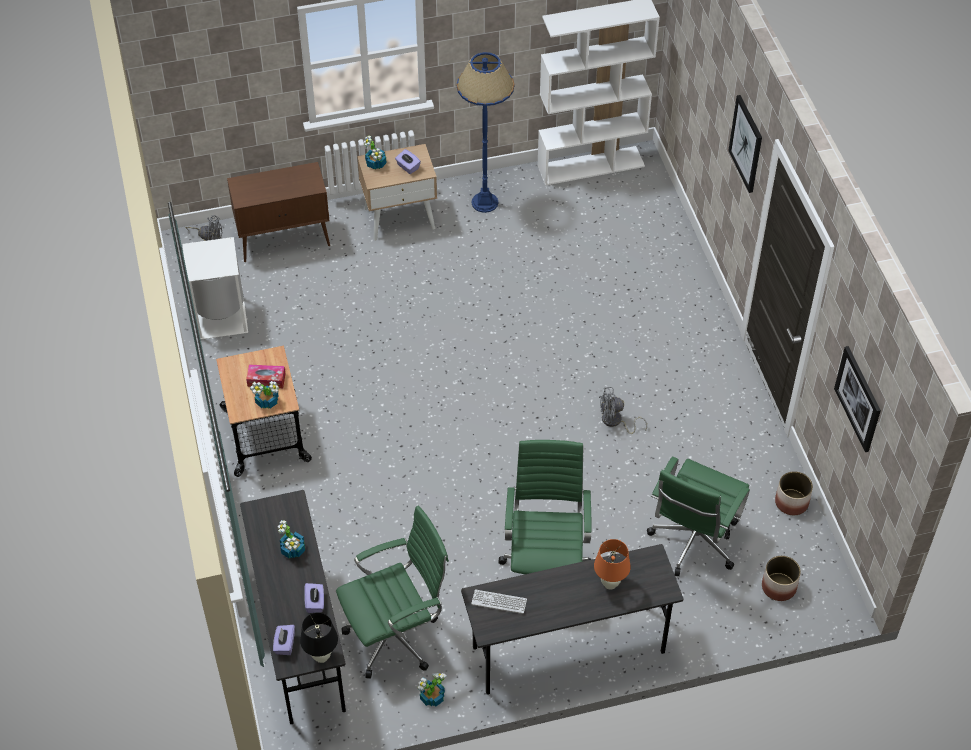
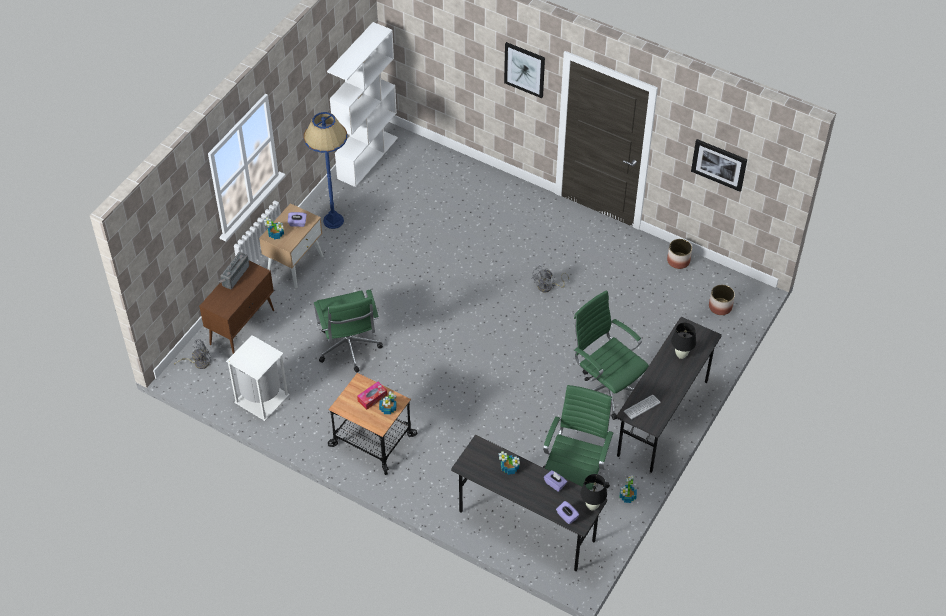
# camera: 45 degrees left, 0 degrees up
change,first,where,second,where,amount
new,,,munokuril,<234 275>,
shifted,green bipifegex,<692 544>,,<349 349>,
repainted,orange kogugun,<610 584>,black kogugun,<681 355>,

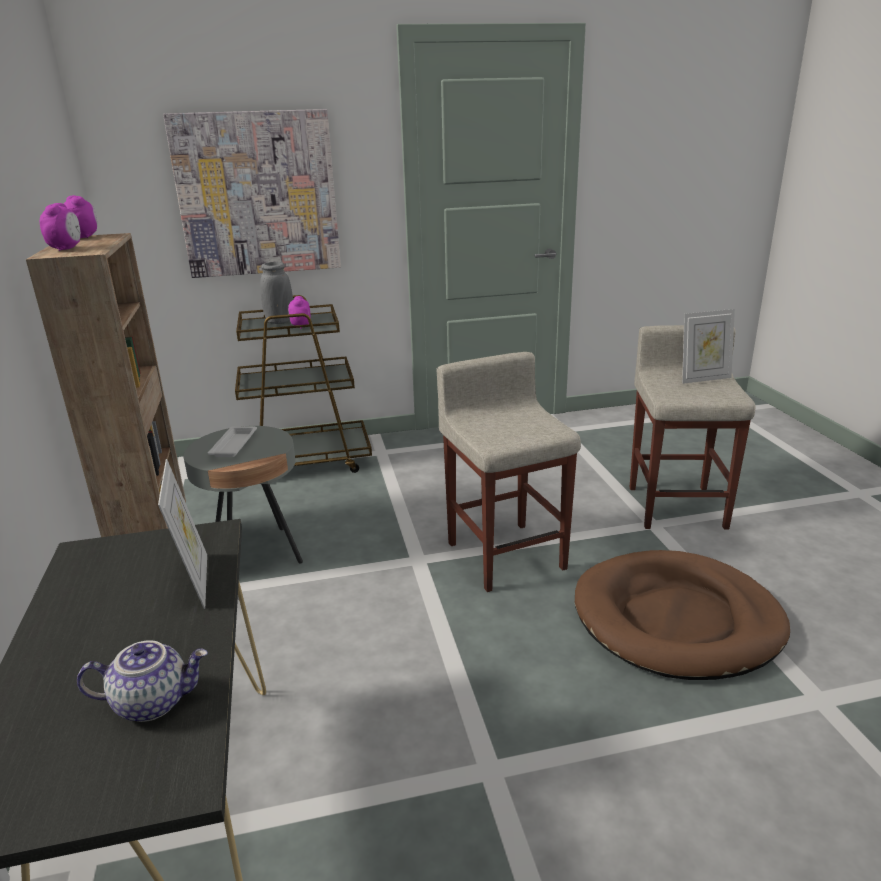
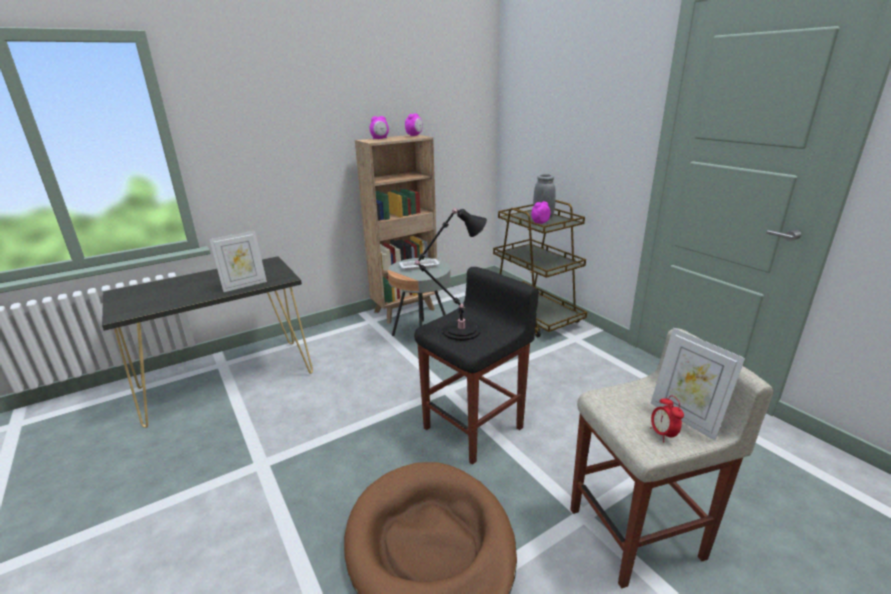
# camera: 70 degrees right, 0 degrees up
change,first,where,second,where,amount
repainted,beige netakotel,<505 554>,black netakotel,<474 427>,
new,,,black kogugun,<458 331>,
new,,,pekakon,<663 434>,
gone,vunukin,<153 701>,,,
gone,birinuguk,<257 194>,,,

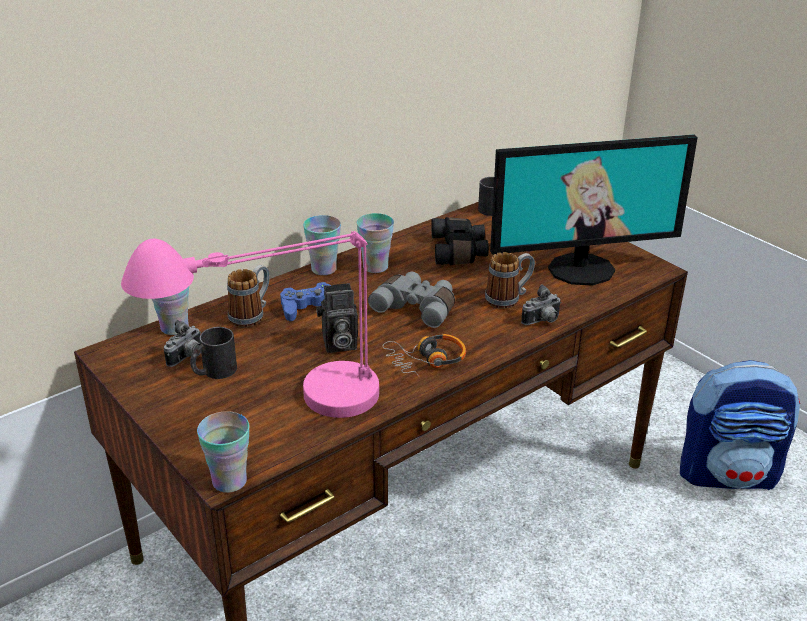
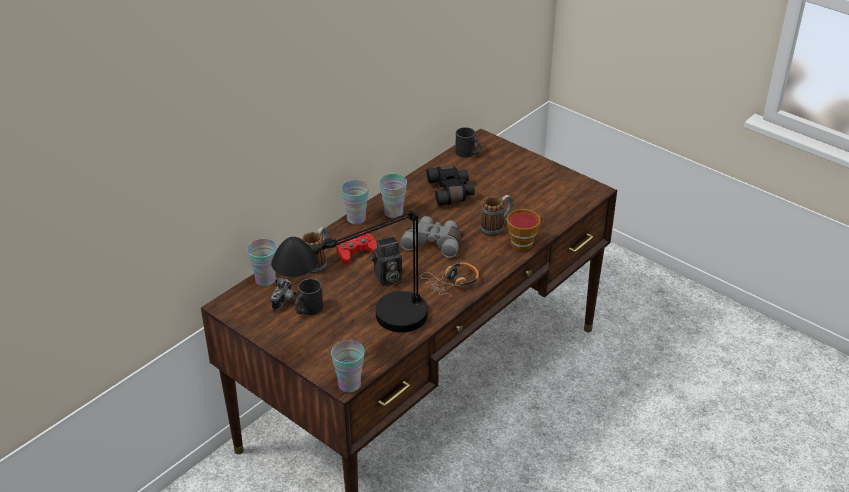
# camera: 10 degrees left, 5 degrees up
change,first,where,second,where,amount
repainted,pink kogugun,<275 409>,black kogugun,<361 332>,
repainted,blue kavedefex,<308 308>,red kavedefex,<356 252>,
swapped,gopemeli,<542 321>,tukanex,<524 243>,
gone,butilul,<581 268>,,,
gone,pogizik,<728 474>,,,

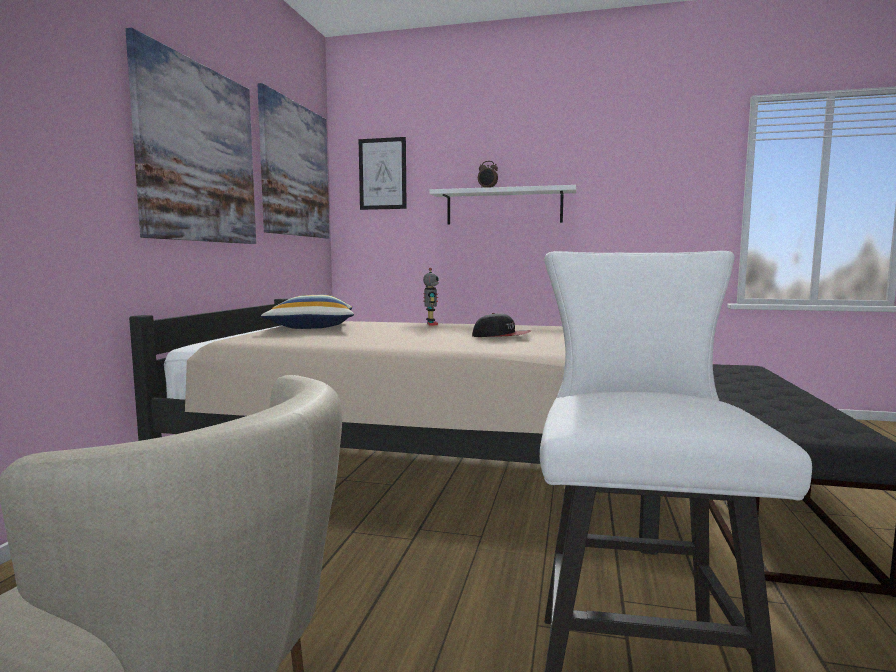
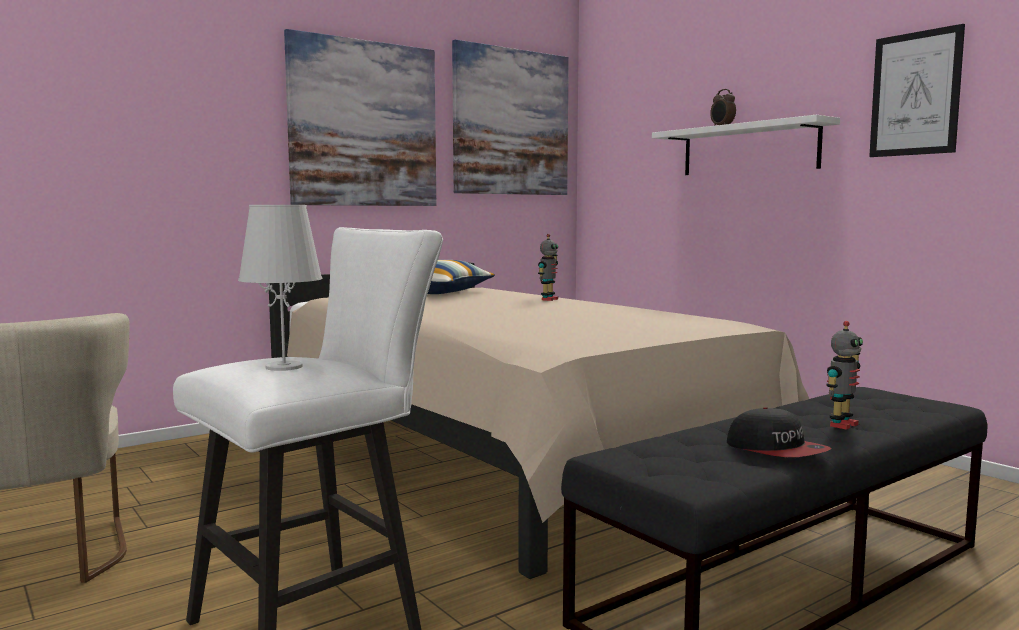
# camera: 40 degrees right, 0 degrees up
change,first,where,second,where,amount
new,,,white kogugun,<284 367>,
shifted,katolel,<501 336>,,<777 450>,
new,,,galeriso,<841 425>,
shifted,birinuguk,<382 174>,,<915 94>,

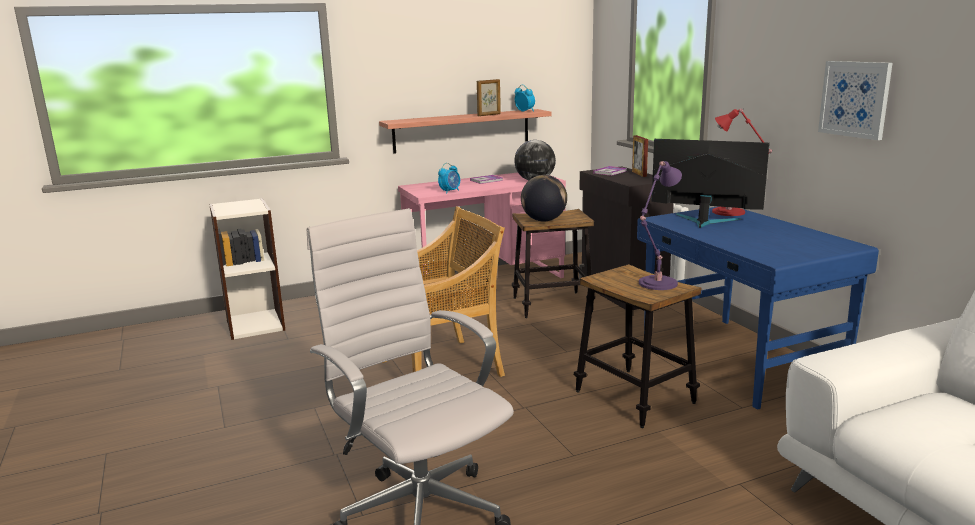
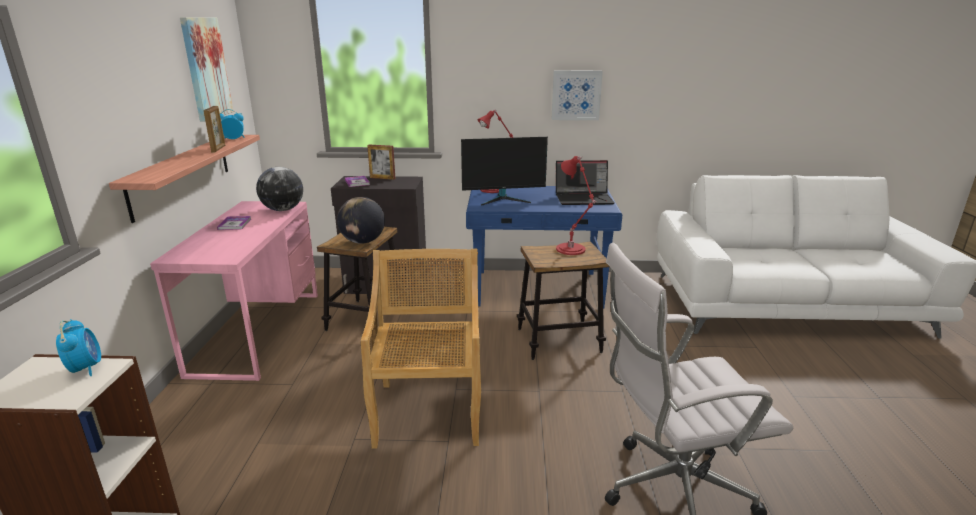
# camera: 65 degrees left, 5 degrees up
change,first,where,second,where,amount
shifted,pekakon,<450 191>,,<86 368>,
new,,,birinuguk,<206 68>,
rotated,butilul,<703 221>,,<503 199>,150 degrees counterclockwise
repainted,purple kogugun,<656 284>,red kogugun,<572 250>,
new,,,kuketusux,<584 198>,

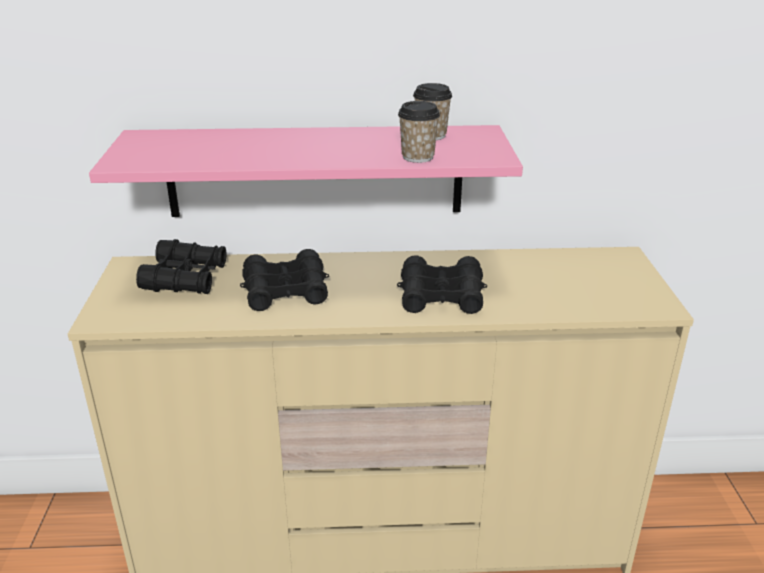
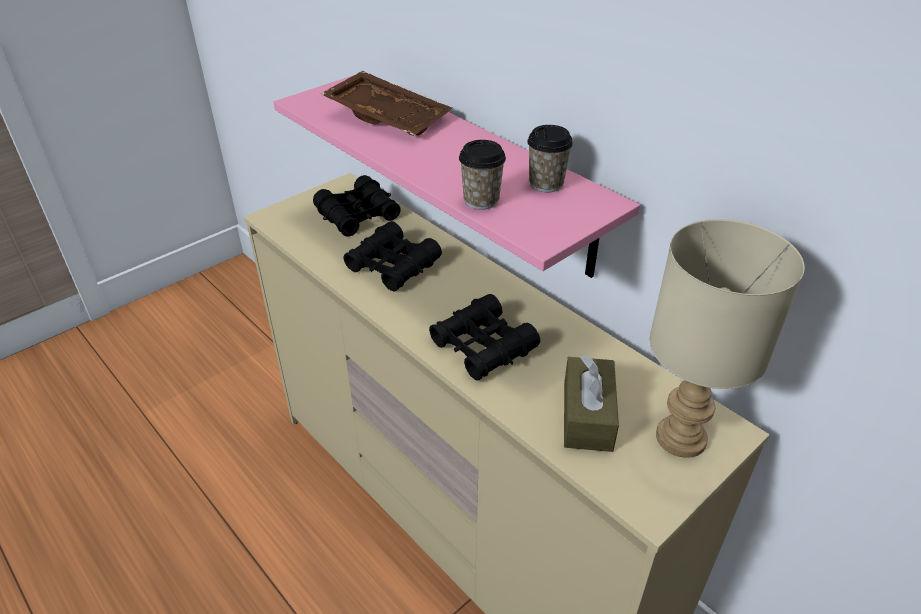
# camera: 50 degrees right, 10 degrees up
change,first,where,second,where,amount
new,,,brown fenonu,<389 117>,
new,,,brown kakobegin,<587 415>,
new,,,beige kogugun,<683 438>,

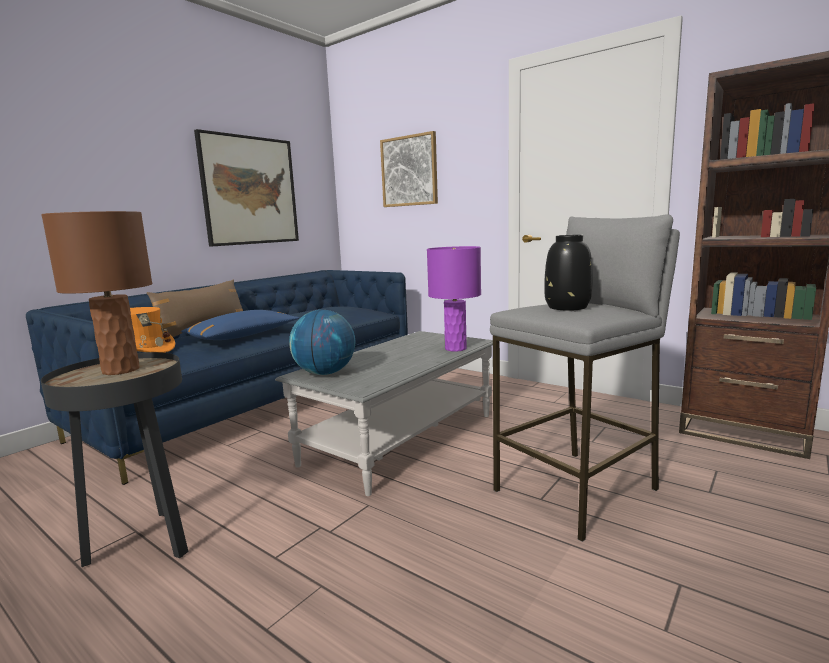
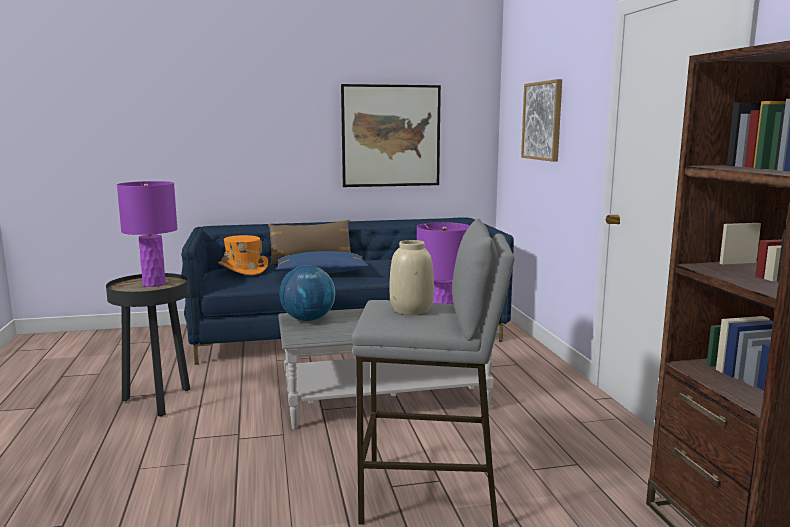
# camera: 40 degrees right, 0 degrees up
change,first,where,second,where,amount
repainted,brown kogugun,<121 370>,purple kogugun,<154 284>,
repainted,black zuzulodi,<568 307>,beige zuzulodi,<412 310>,

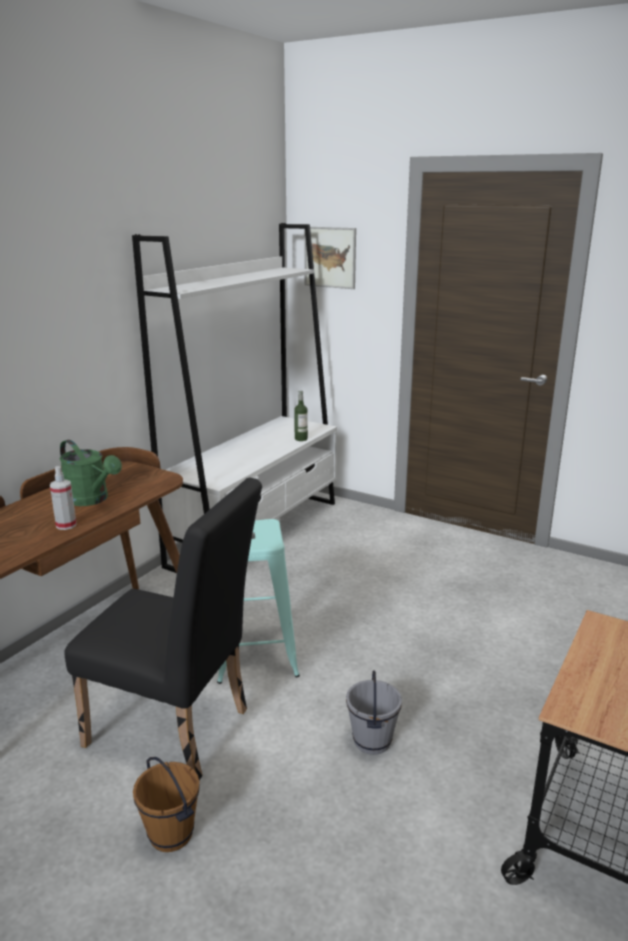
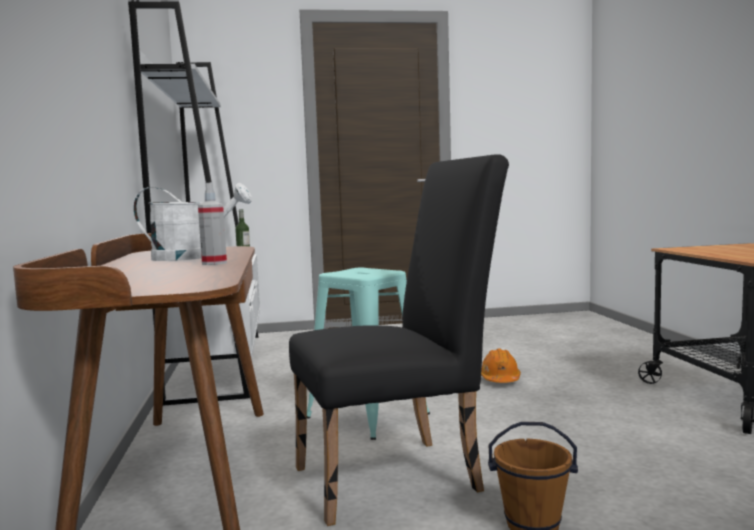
# camera: 40 degrees left, 15 degrees down
change,first,where,second,where,amount
repainted,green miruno,<92 500>,white miruno,<191 257>,
new,,,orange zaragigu,<500 379>,
gone,birinuguk,<330 257>,,,
gone,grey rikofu,<371 741>,,,

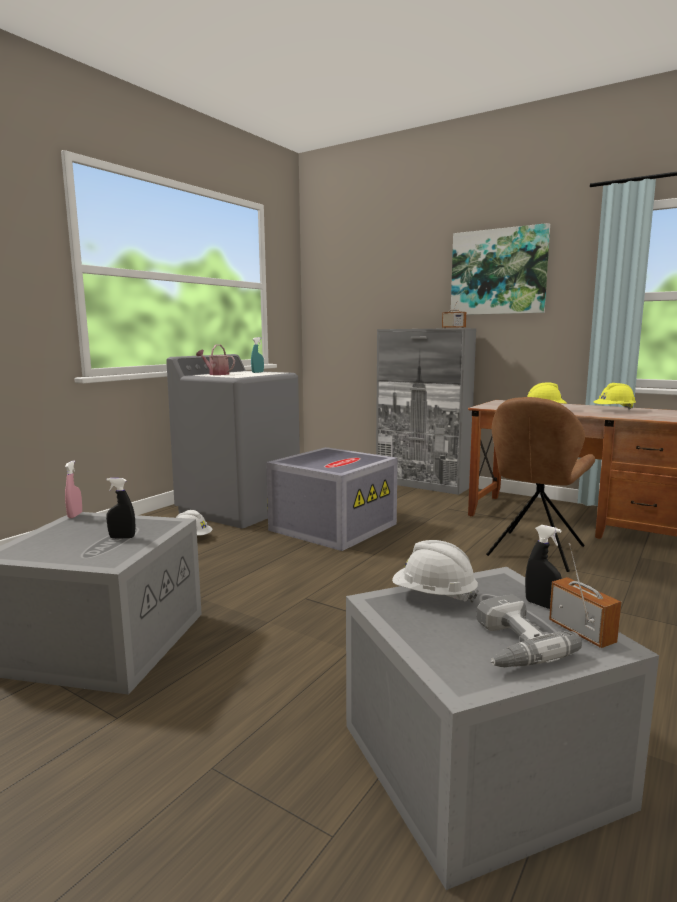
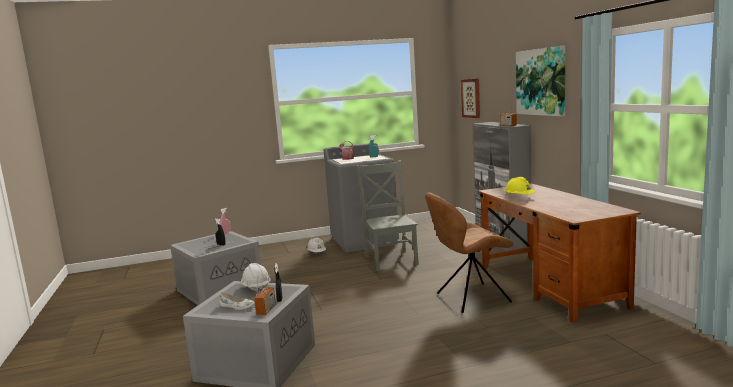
# camera: 40 degrees right, 0 degrees up
change,first,where,second,where,amount
swapped,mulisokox,<509 644>,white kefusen,<237 306>,
swapped,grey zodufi,<333 526>,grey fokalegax,<391 260>,
new,,,birinuguk,<471 98>,
gone,yellow zaragigu,<614 410>,,,

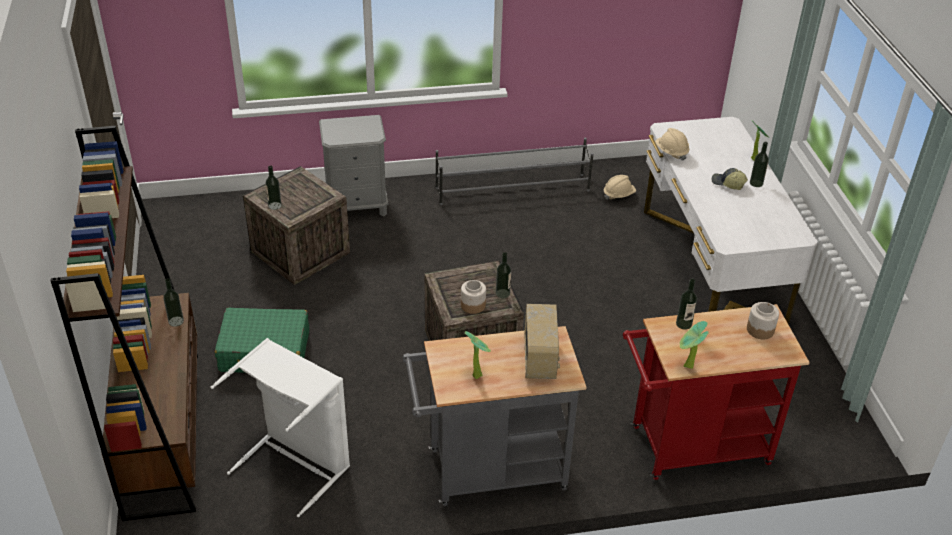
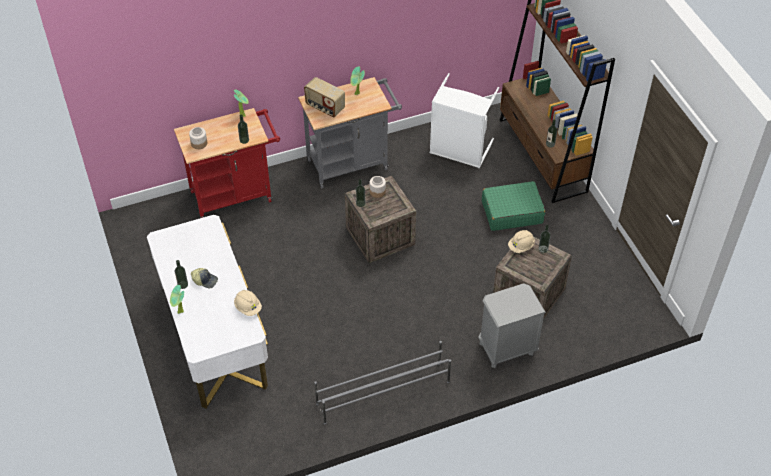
# camera: 170 degrees right, 10 degrees up
change,first,where,second,where,amount
rotated,munokuril,<540 359>,,<325 107>,45 degrees counterclockwise
shifted,beige zaragigu,<618 195>,,<521 246>,

